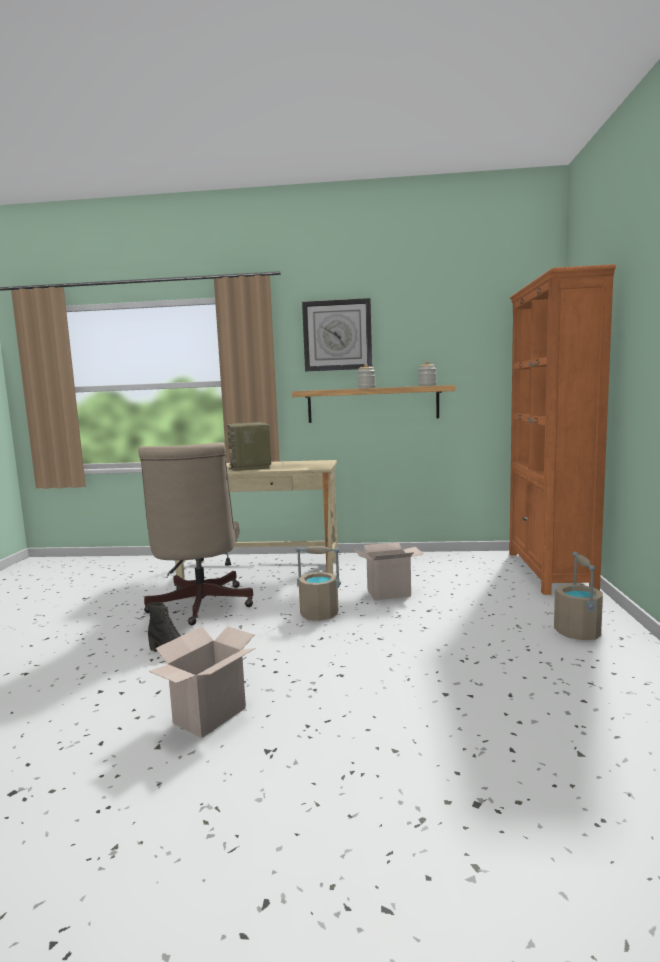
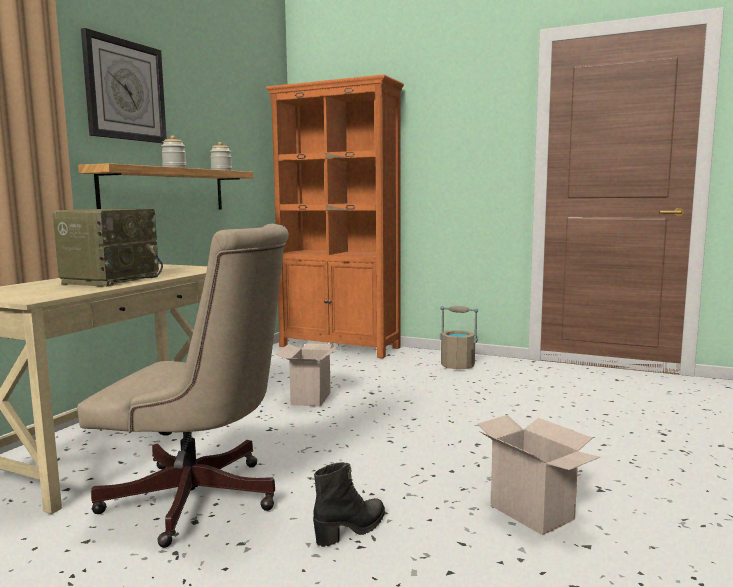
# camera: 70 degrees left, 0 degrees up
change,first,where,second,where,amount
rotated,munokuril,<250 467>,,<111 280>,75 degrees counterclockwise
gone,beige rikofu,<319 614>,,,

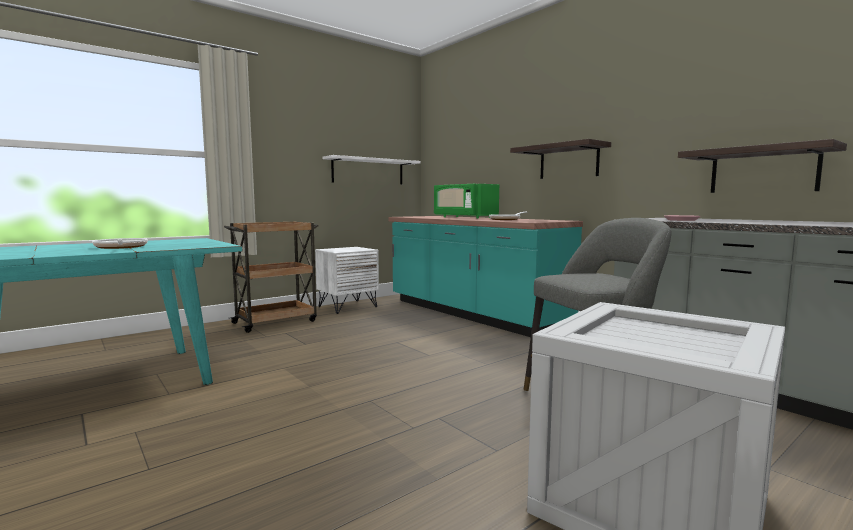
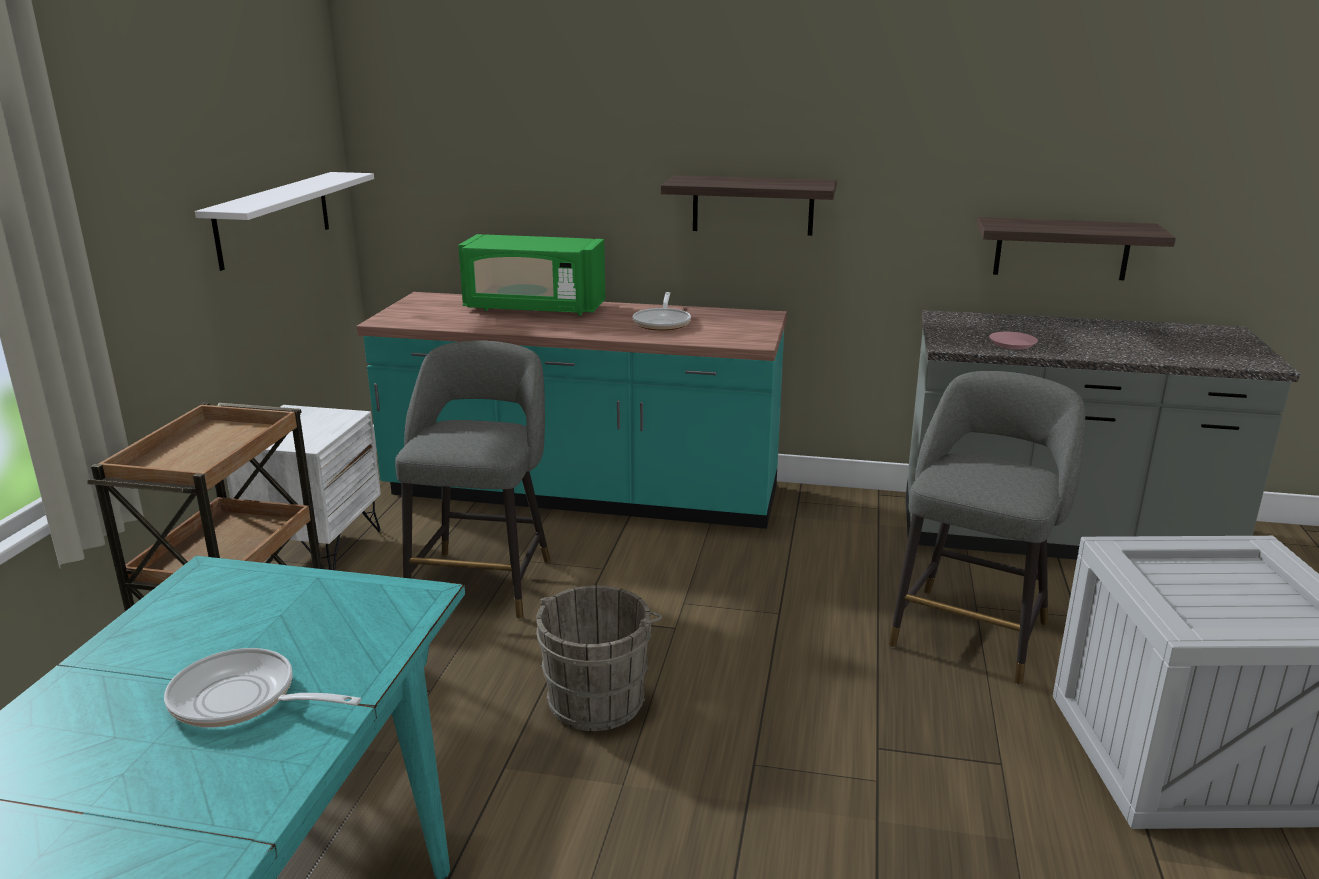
# camera: 40 degrees left, 15 degrees up
change,first,where,second,where,amount
new,,,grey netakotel,<483 579>,
new,,,grey rikofu,<599 698>,

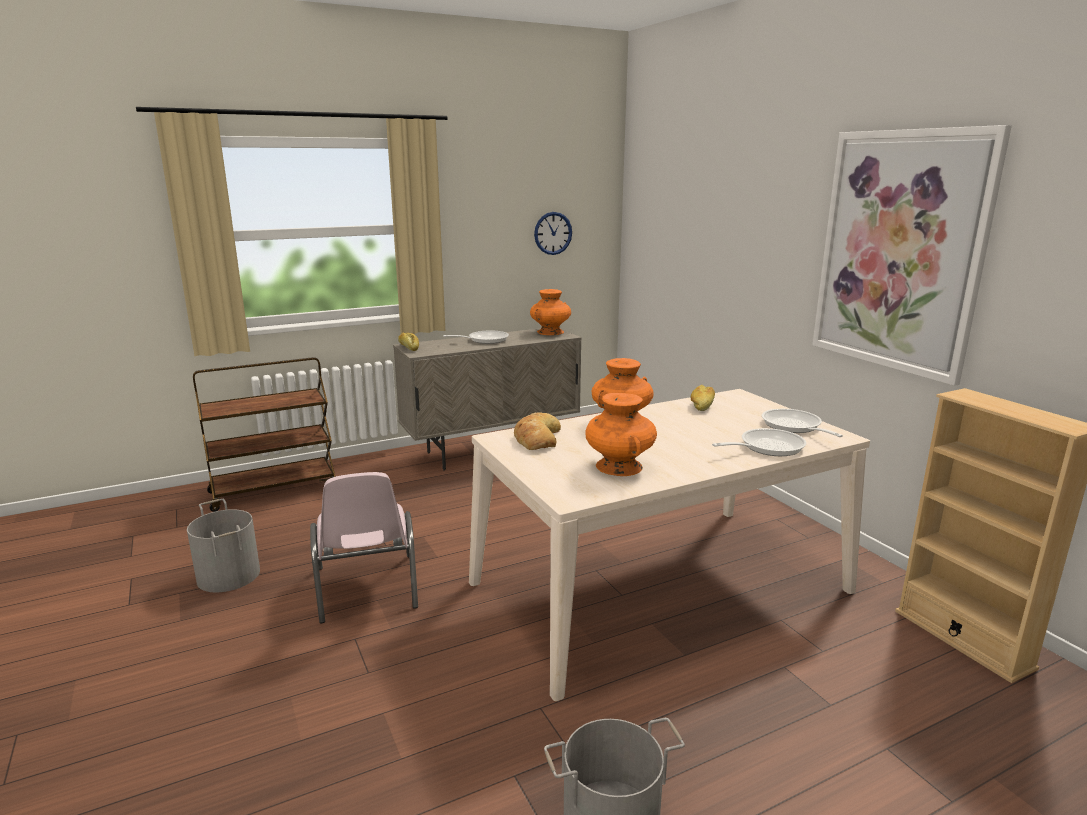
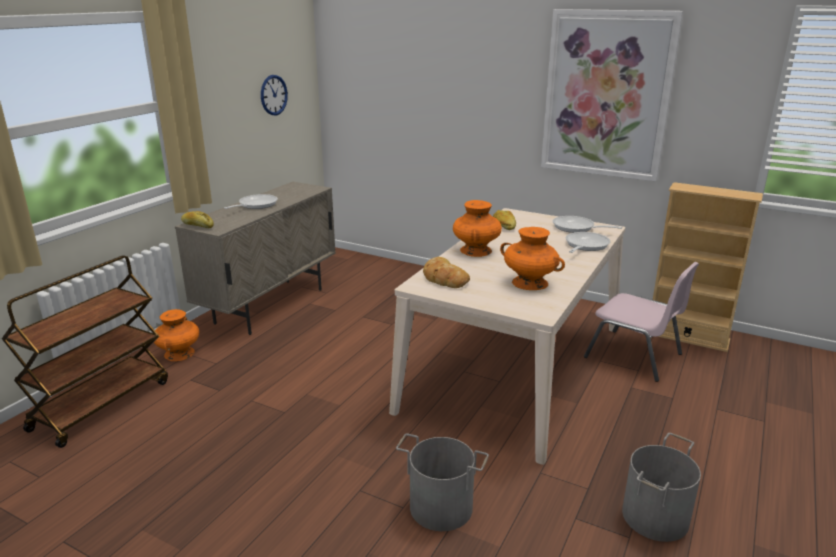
# camera: 35 degrees left, 5 degrees up
change,first,where,second,where,amount
shifted,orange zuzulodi,<550 332>,,<179 353>,
shifted,grey rikofu,<229 575>,,<441 506>,
shifted,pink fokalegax,<366 588>,,<635 356>,

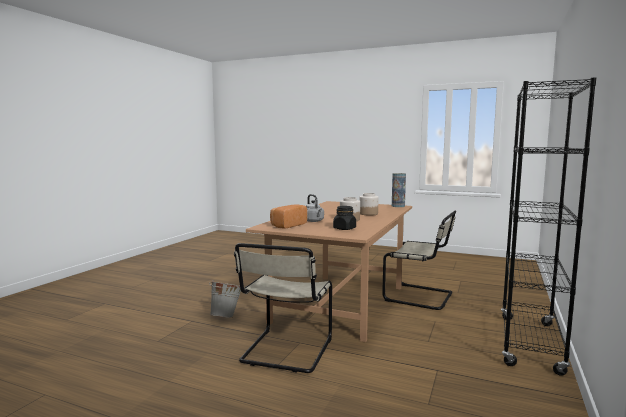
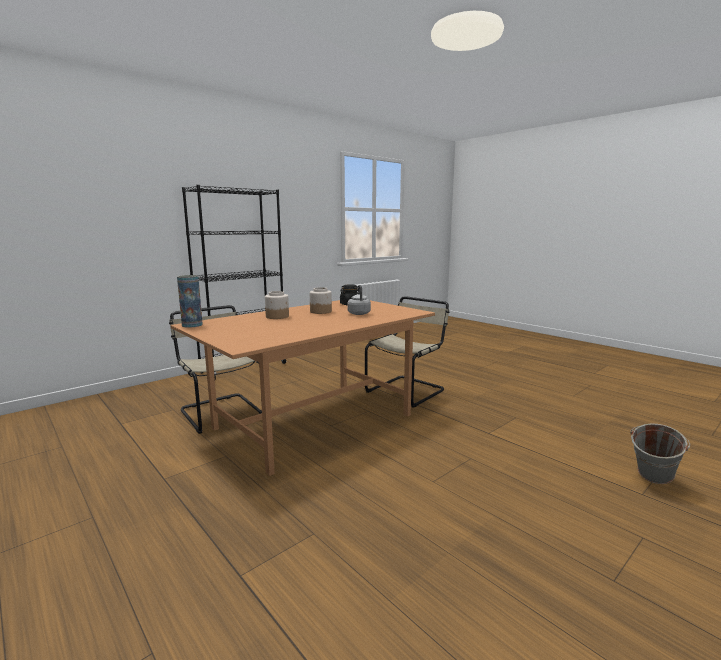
# camera: 155 degrees left, 5 degrees up
change,first,where,second,where,amount
shifted,grey rikofu,<226 316>,,<651 481>,
gone,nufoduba,<287 225>,,,

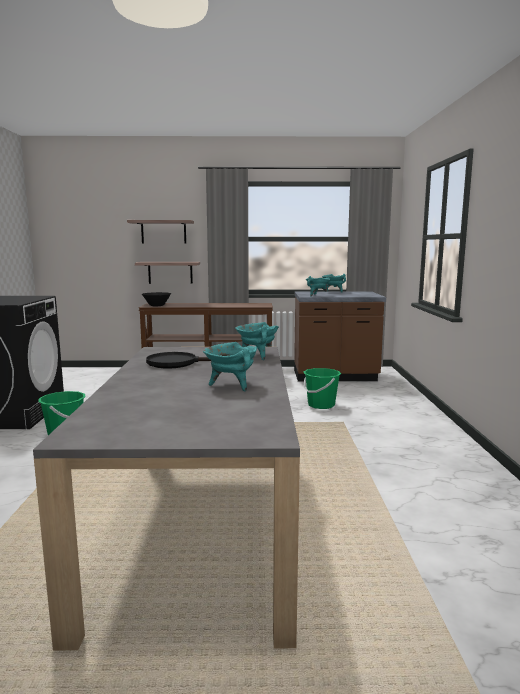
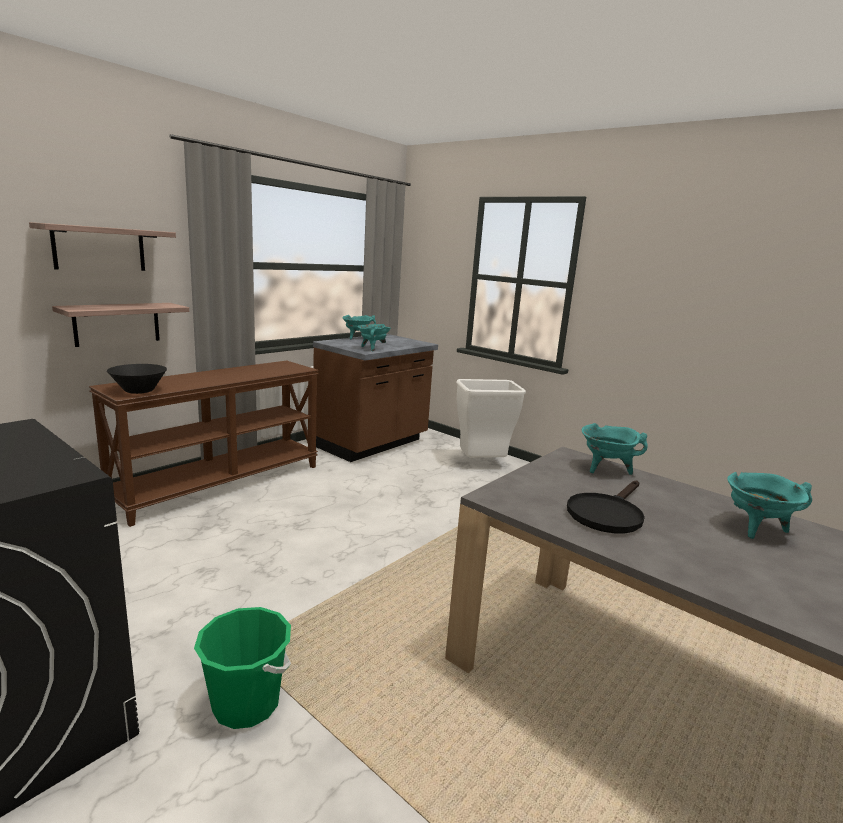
# camera: 50 degrees left, 5 degrees up
change,first,where,second,where,amount
new,,,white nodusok,<482 464>,
gone,green rikofu,<321 405>,,,

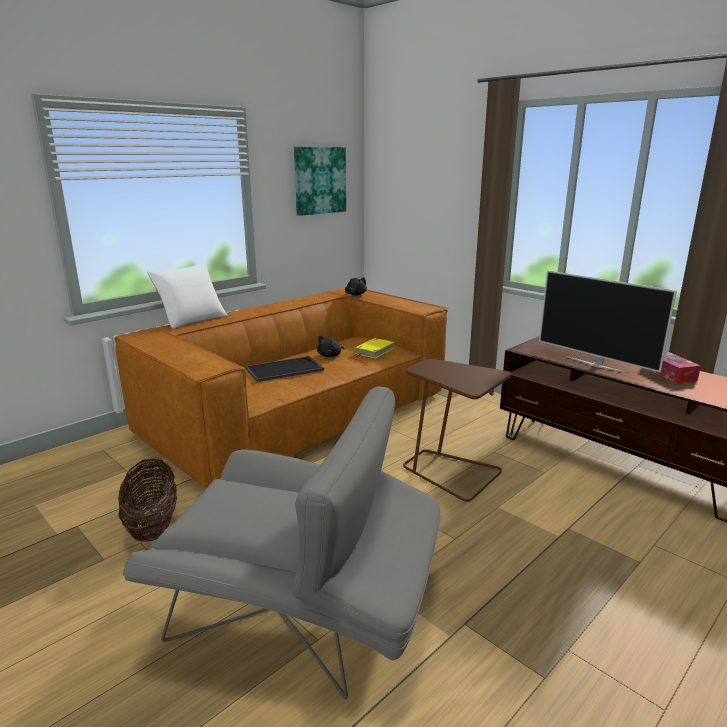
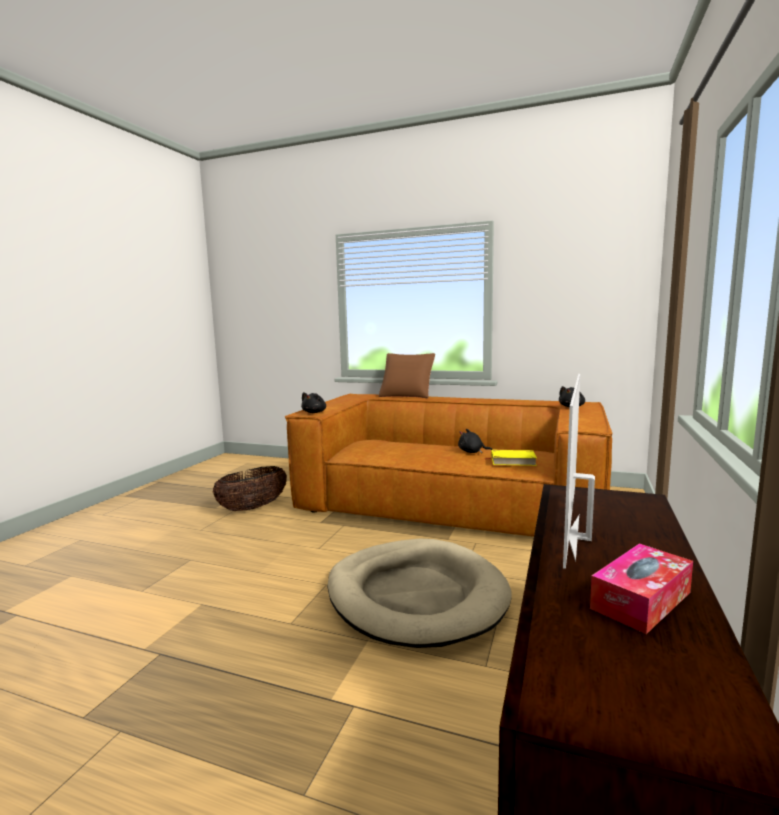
# camera: 65 degrees right, 10 degrees down
change,first,where,second,where,amount
new,,,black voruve,<315 412>,
swapped,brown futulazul,<450 473>,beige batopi,<415 596>,
repainted,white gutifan,<191 319>,brown gutifan,<407 395>,
gone,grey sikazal,<303 611>,,,
gone,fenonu,<284 370>,,,
gone,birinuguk,<319 180>,,,

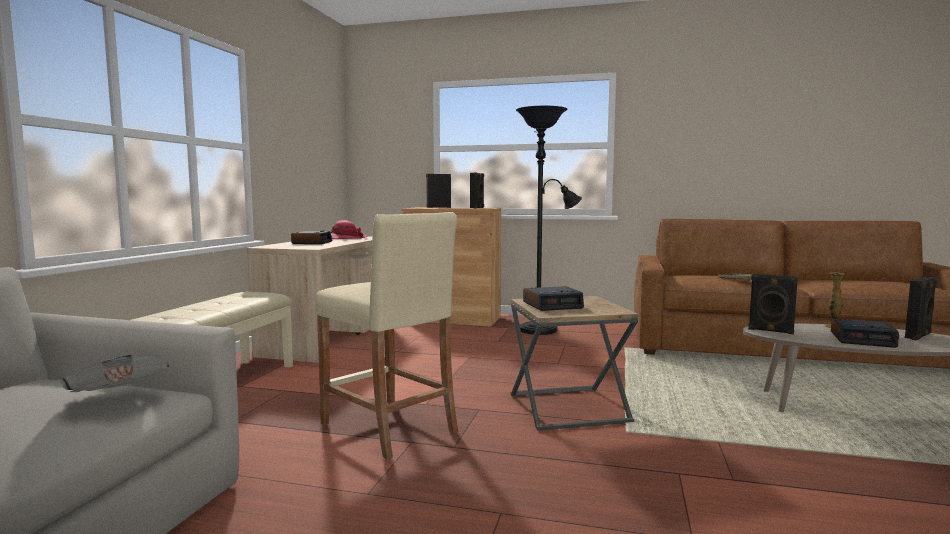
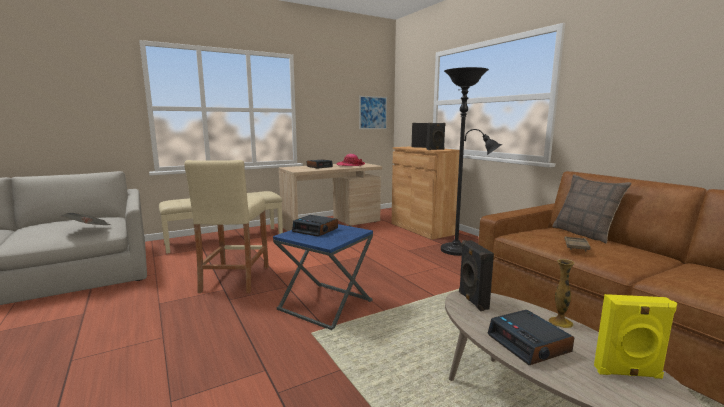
# camera: 45 degrees right, 5 degrees up
change,first,where,second,where,amount
repainted,brown futulazul,<568 408>,blue futulazul,<326 305>,
new,,,birinuguk,<373 112>,
new,,,gutifan,<584 234>,
repainted,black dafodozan,<919 336>,yellow dafodozan,<628 373>,

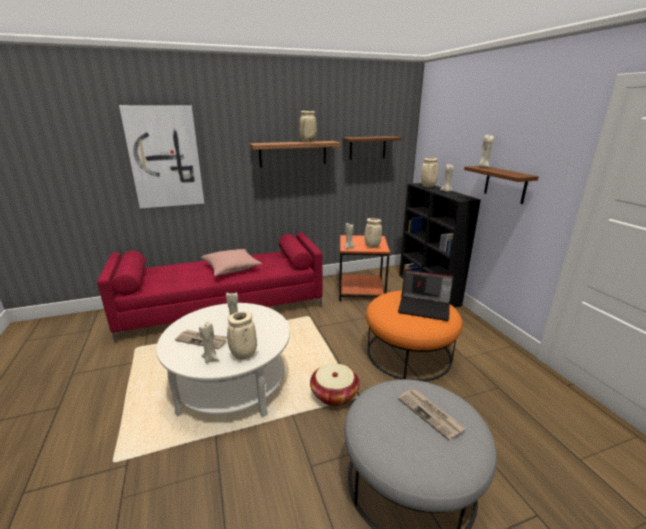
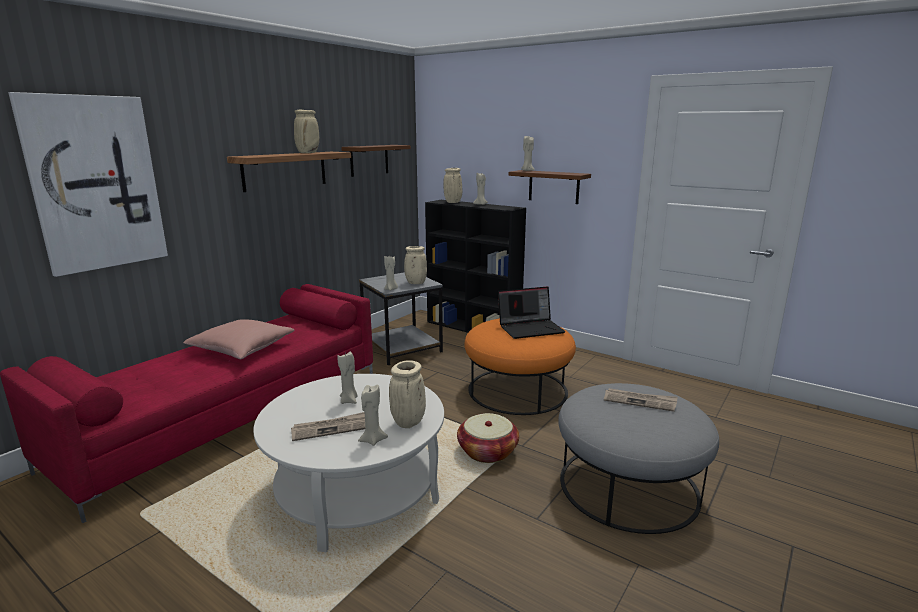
# camera: 35 degrees left, 5 degrees down
change,first,where,second,where,amount
repainted,orange futulazul,<361 291>,grey futulazul,<402 348>,

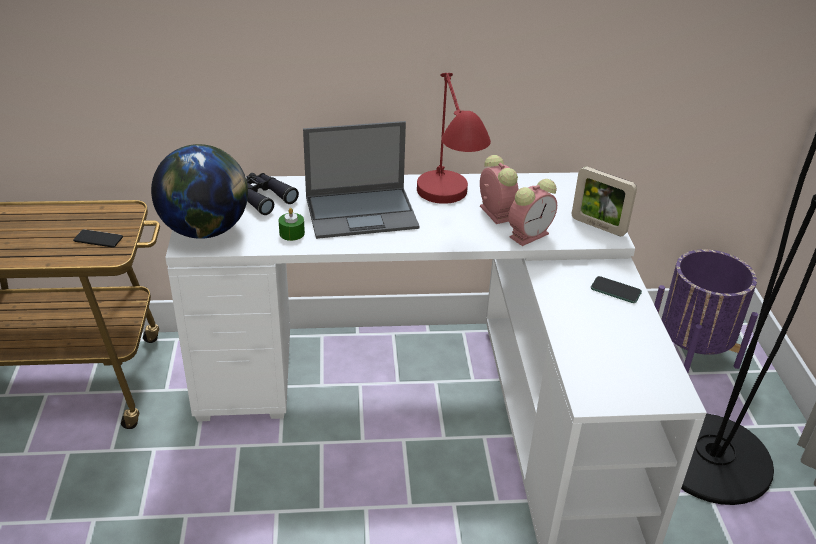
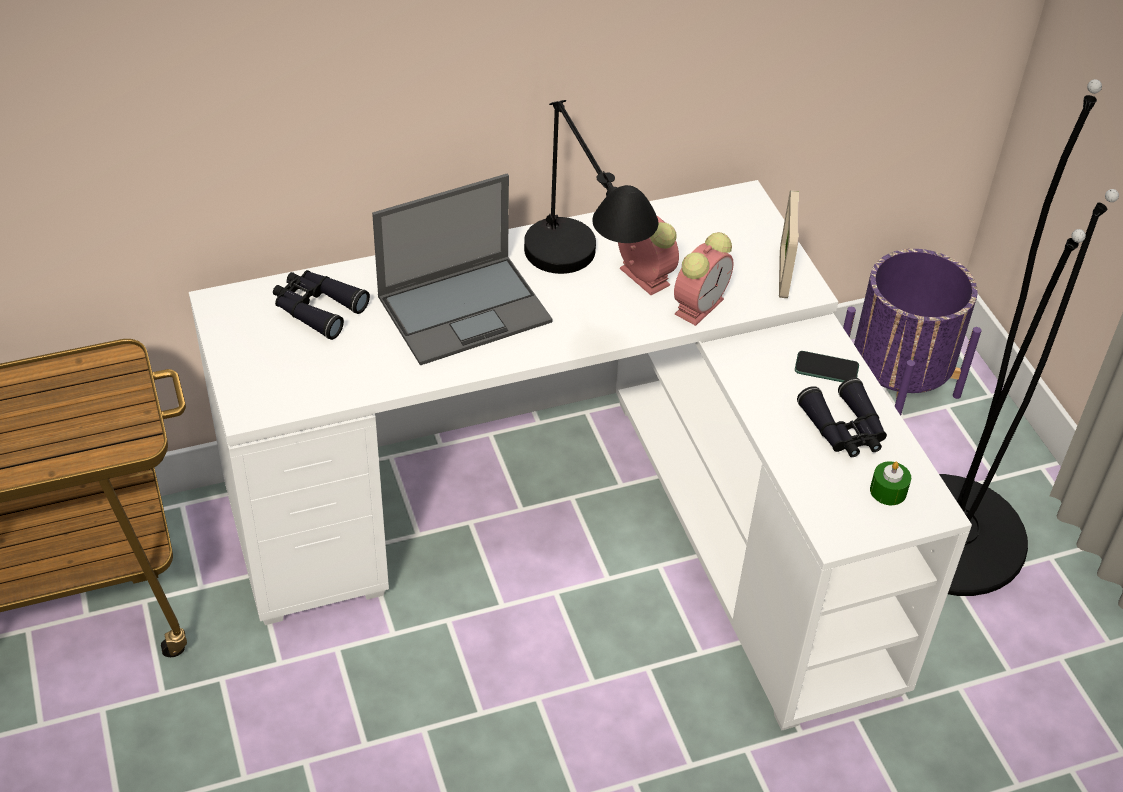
# camera: 15 degrees left, 10 degrees up
change,first,where,second,where,amount
repainted,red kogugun,<448 214>,black kogugun,<582 291>,
rotated,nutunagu,<598 226>,,<783 274>,75 degrees clockwise
new,,,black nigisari,<844 429>,
shifted,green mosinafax,<292 233>,,<888 491>,
gone,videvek,<98 239>,,,
gone,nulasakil,<206 230>,,,

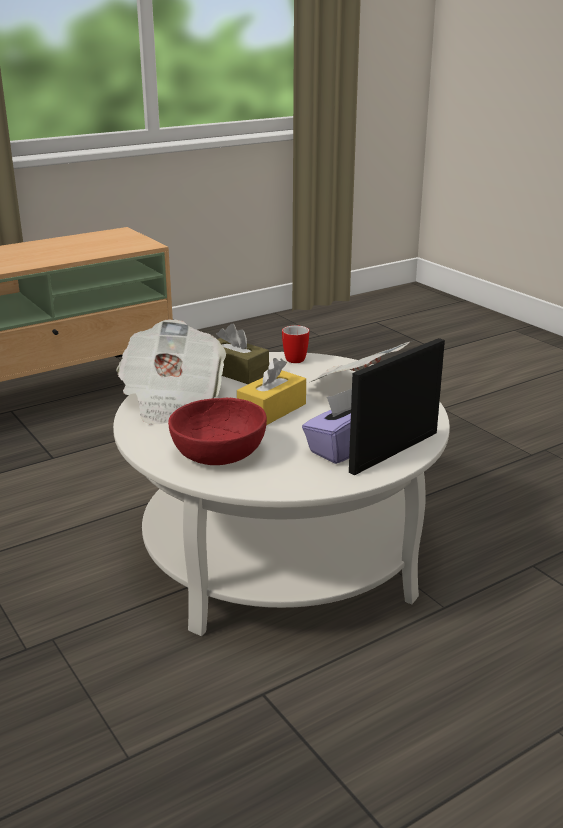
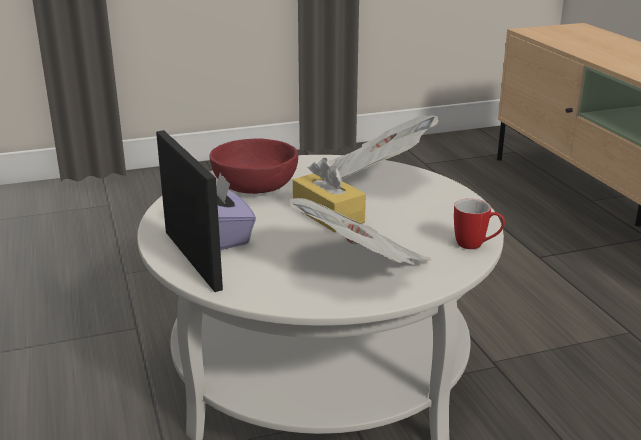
# camera: 105 degrees right, 0 degrees up
change,first,where,second,where,amount
gone,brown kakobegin,<236 372>,,,

